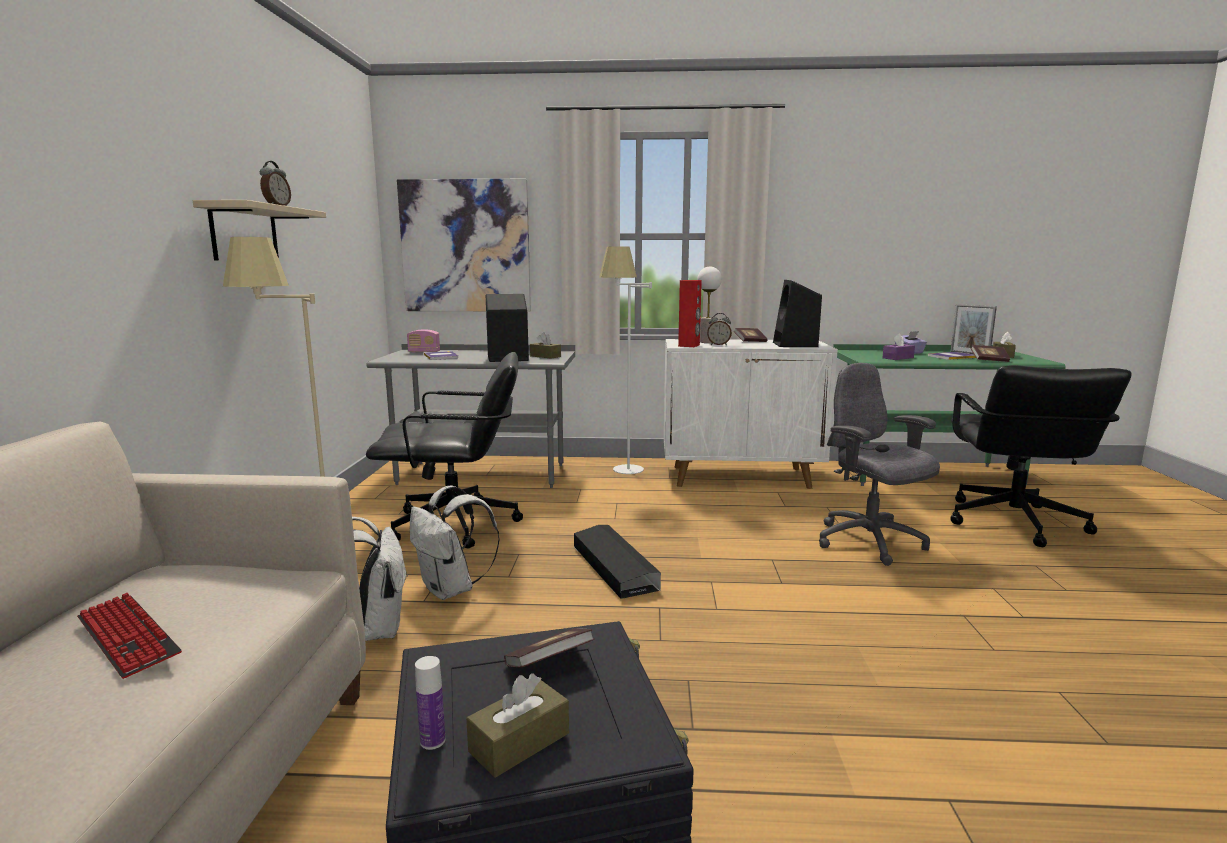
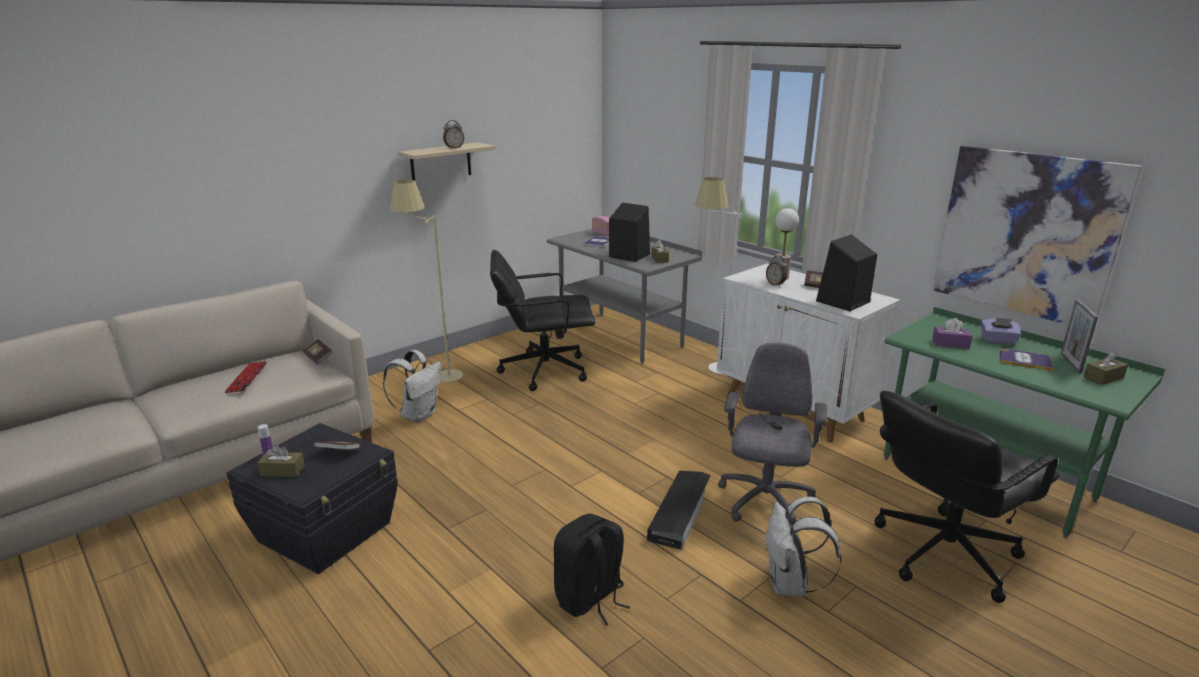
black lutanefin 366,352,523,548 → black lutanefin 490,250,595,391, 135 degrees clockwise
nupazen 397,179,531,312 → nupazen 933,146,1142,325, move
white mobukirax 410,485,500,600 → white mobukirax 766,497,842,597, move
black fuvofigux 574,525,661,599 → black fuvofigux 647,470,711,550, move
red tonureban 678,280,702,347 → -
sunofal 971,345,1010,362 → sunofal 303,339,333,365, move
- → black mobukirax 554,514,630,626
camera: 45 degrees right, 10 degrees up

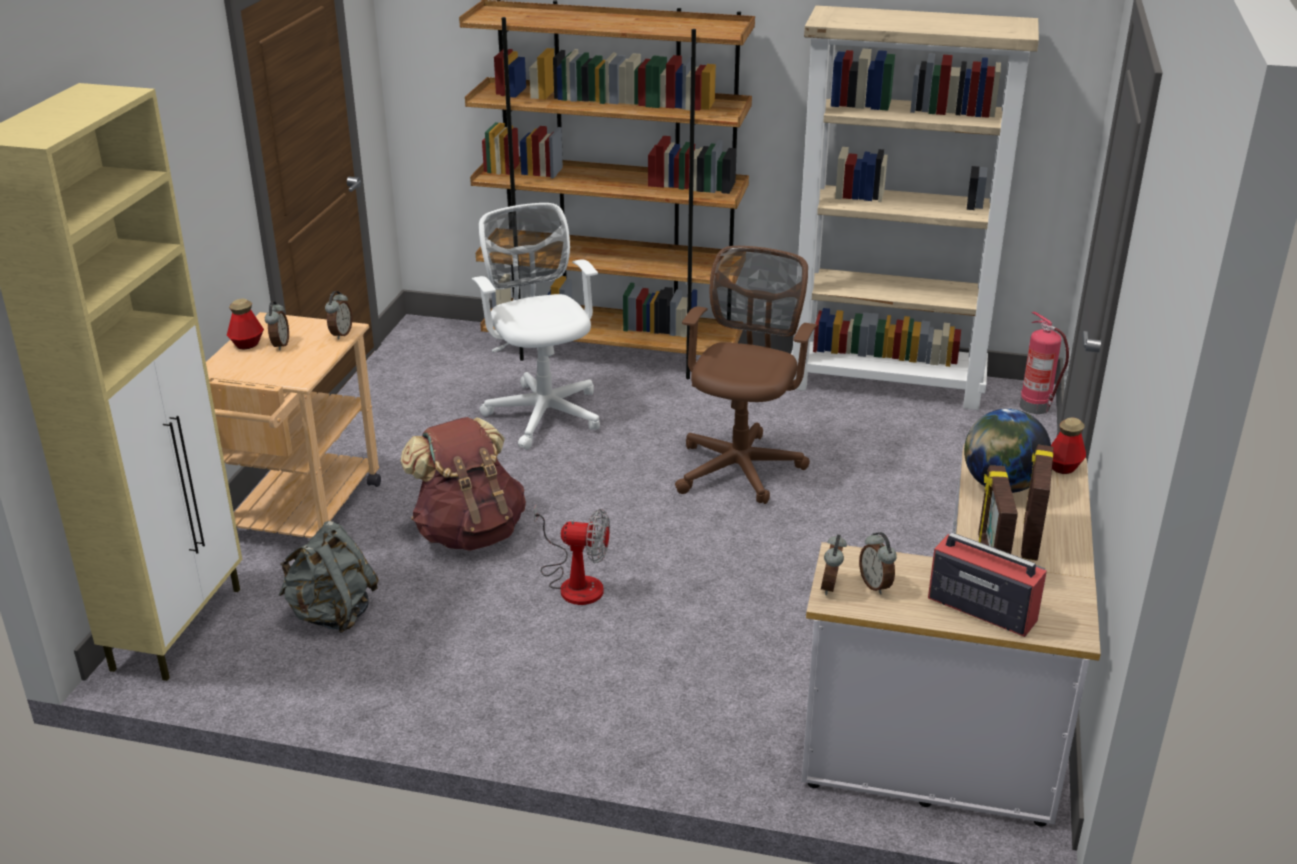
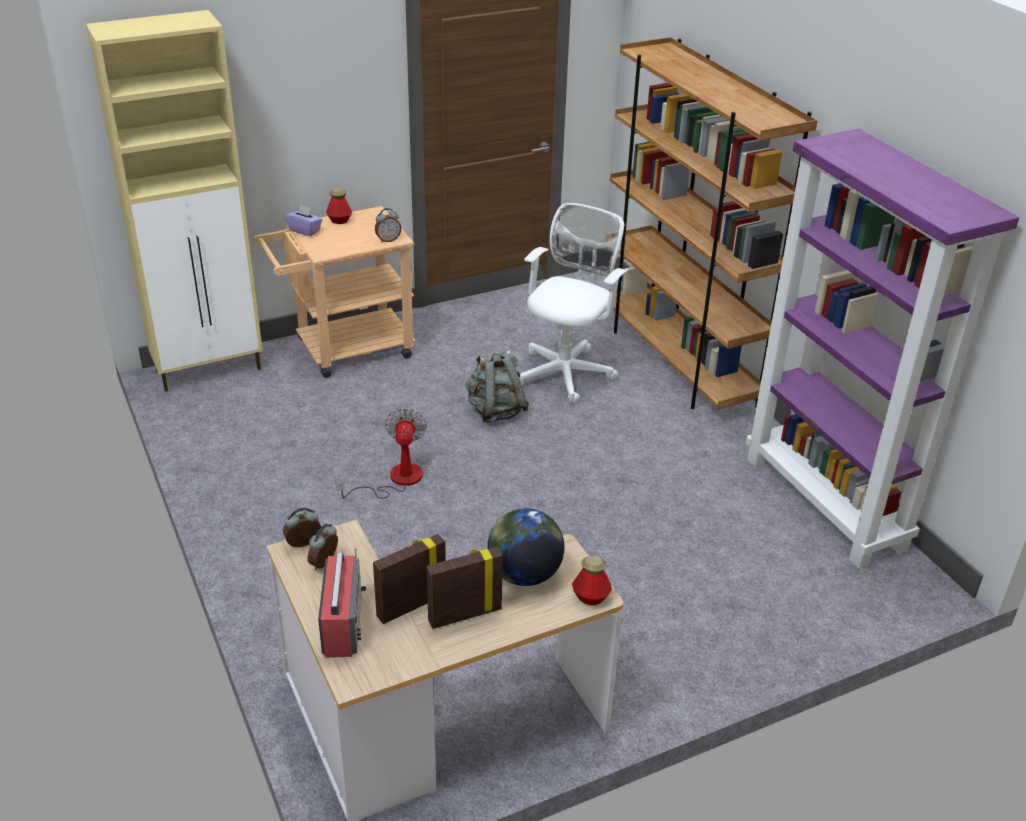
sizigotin 265,301,289,350 → -
grey mobukirax 278,521,379,633 → grey mobukirax 466,350,529,423, move
brown mobukirax 400,417,526,551 → -
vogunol 534,504,610,605 → vogunol 335,408,427,499, 150 degrees counterclockwise
brown lutanefin 675,246,817,504 → -
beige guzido 791,5,1039,410 → purple guzido 746,129,1019,568
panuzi 1020,312,1069,414 → -
- → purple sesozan 285,205,322,236
camera: 50 degrees right, 5 degrees up

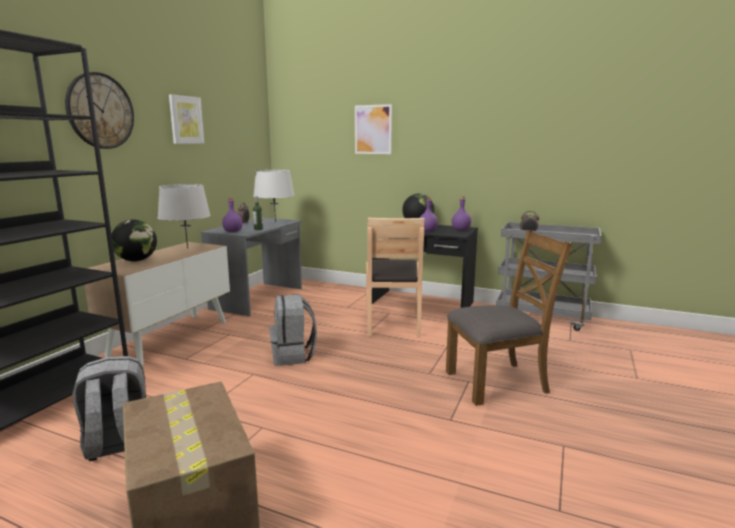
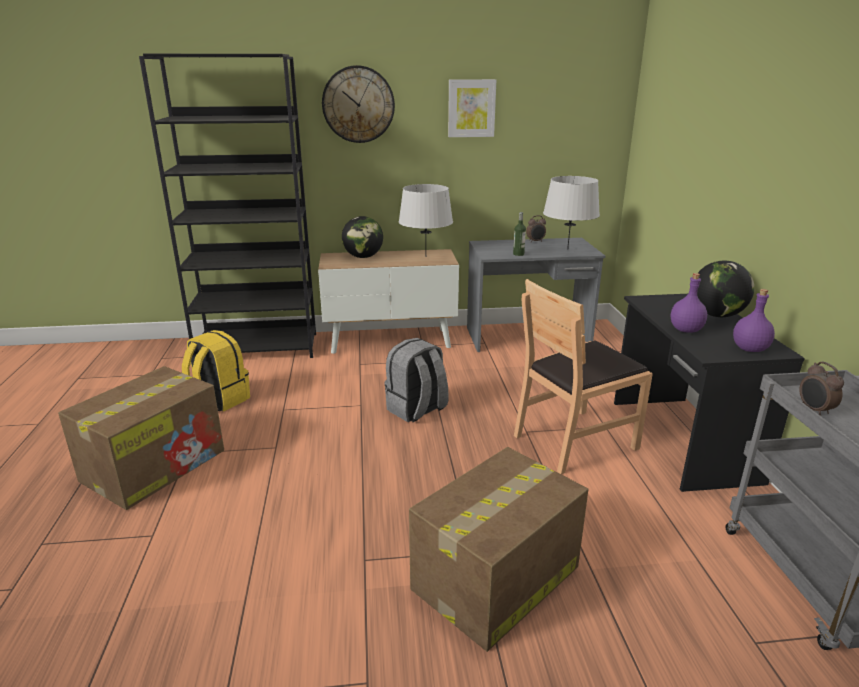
grey mobukirax 73,356,146,461 → yellow mobukirax 182,330,250,411
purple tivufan 222,198,243,232 → -
nupazen 355,104,392,154 → -
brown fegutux 446,230,572,406 → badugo 409,447,588,652
camera: 60 degrees right, 10 degrees up

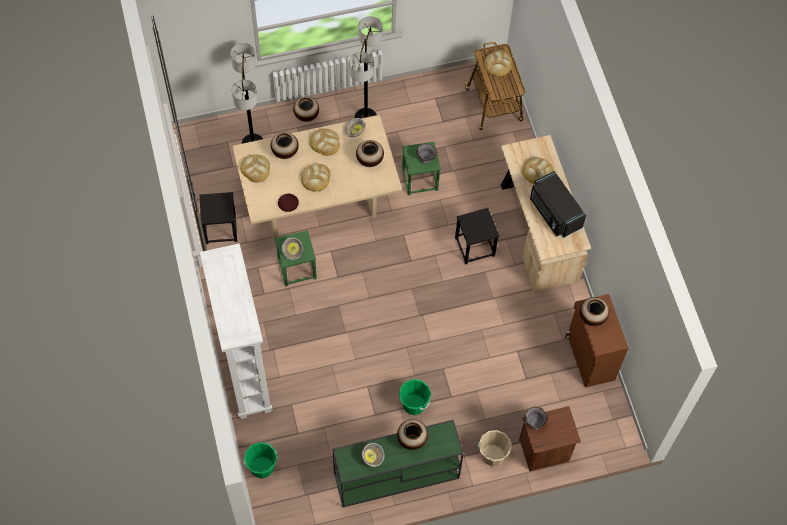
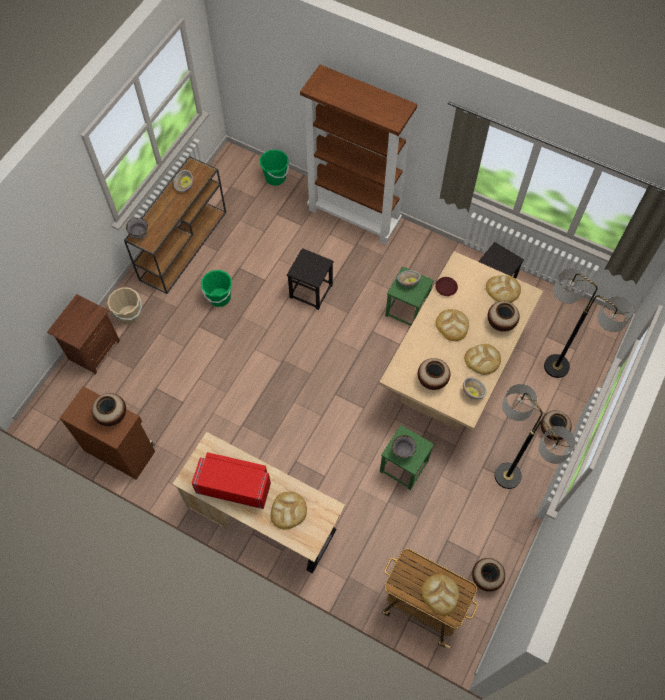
white guzido 200,243,272,419 → brown guzido 300,65,417,245
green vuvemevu 332,420,463,507 → brown vuvemevu 124,156,226,294
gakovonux 397,419,428,450 → gakovonux 472,558,505,592, move
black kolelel 455,208,499,264 → black kolelel 287,248,333,310, move
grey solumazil 525,406,547,430 → grey solumazil 126,218,148,239, move
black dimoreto 530,171,586,238 → red dimoreto 192,452,271,509
camera: 135 degrees right, 0 degrees up

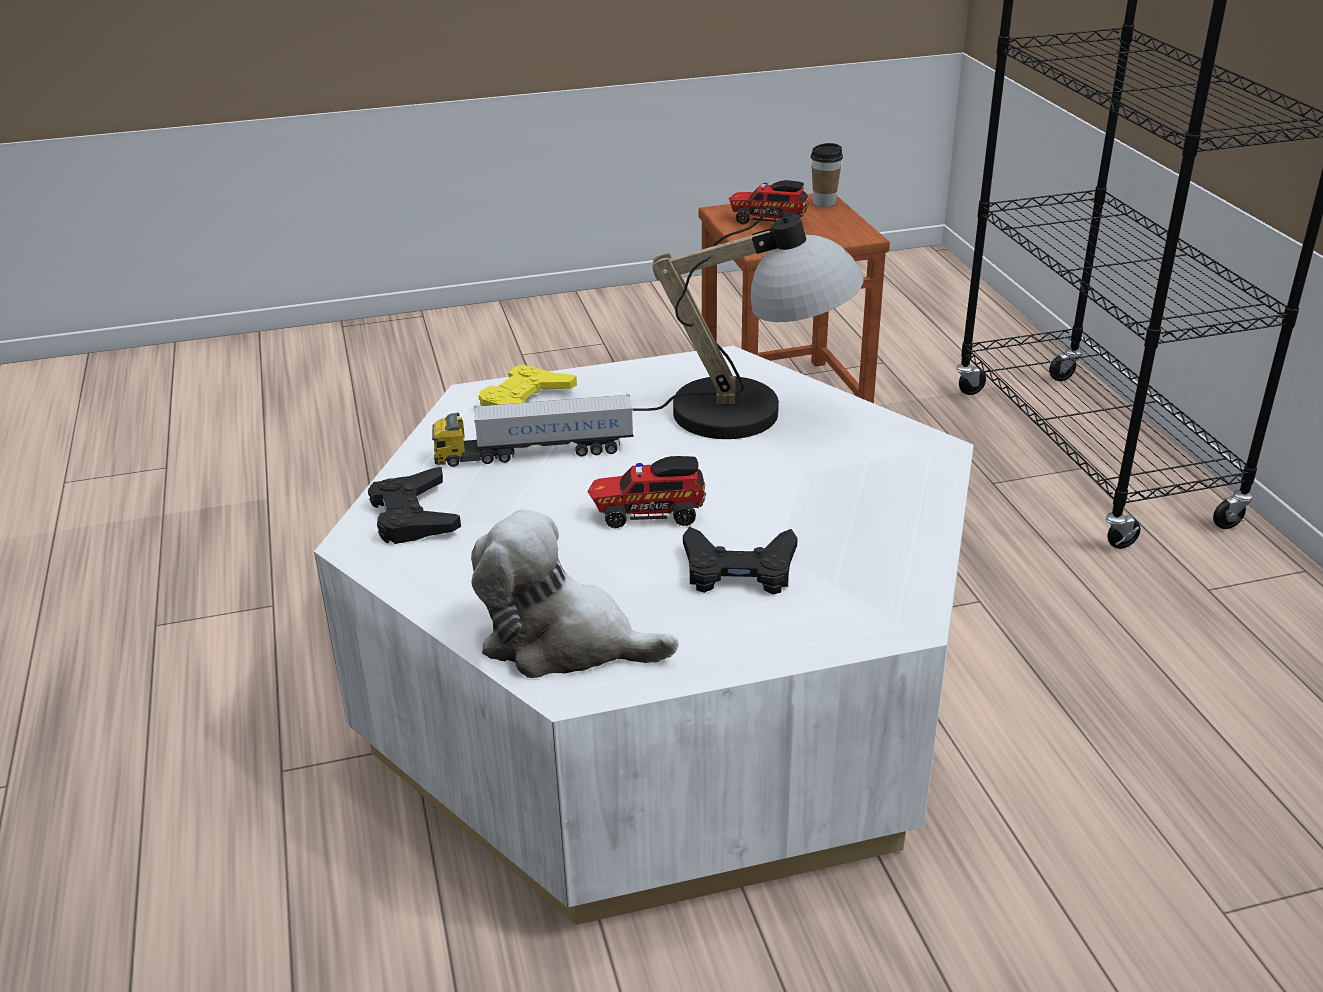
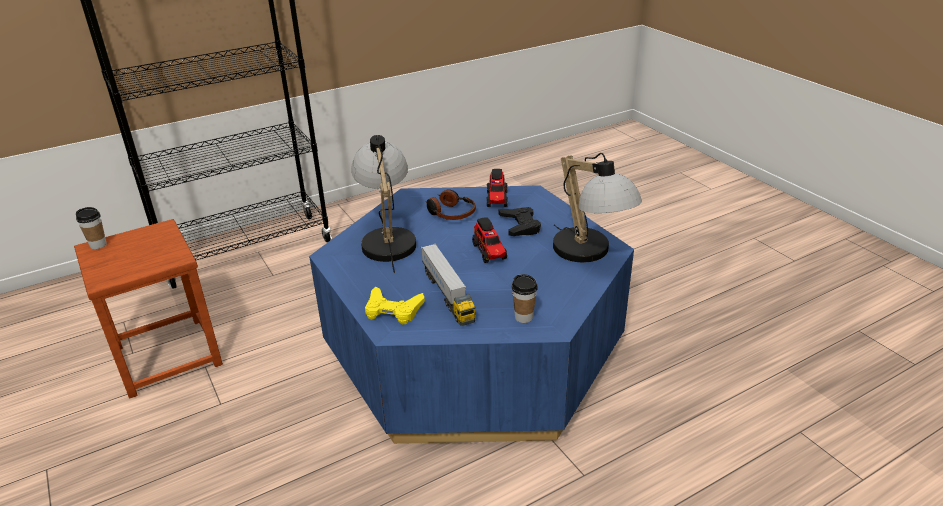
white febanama 314,346,974,925 → blue febanama 309,185,634,444
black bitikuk 368,467,461,544 → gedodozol 512,274,538,323
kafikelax 471,510,679,678 → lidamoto 553,153,642,262
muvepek 729,180,809,225 → muvepek 487,169,508,207, move
- → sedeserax 426,189,476,220
camera: 105 degrees left, 0 degrees up

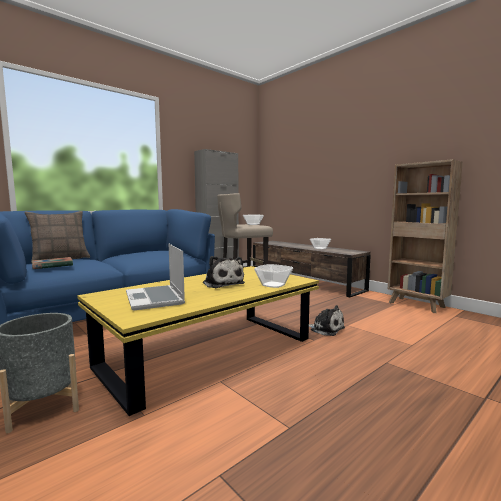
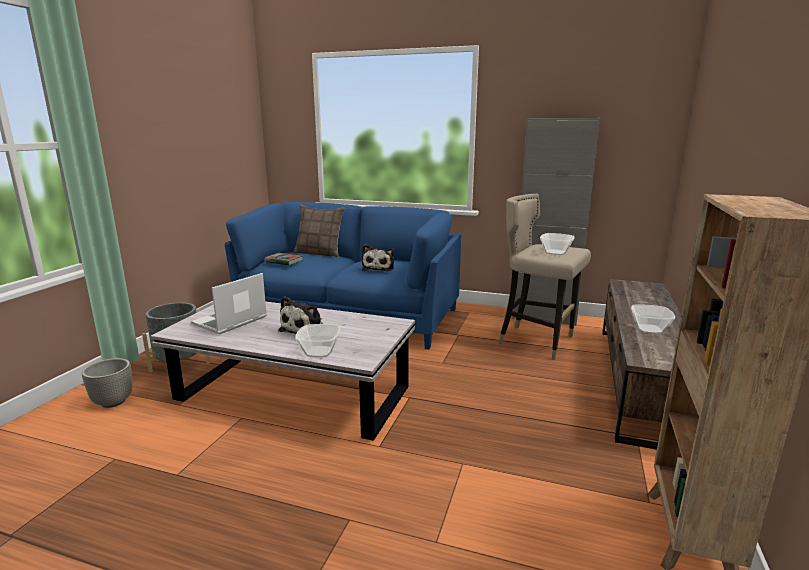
yellow febanama 77,266,319,416 → white febanama 150,302,415,441
kafikelax 309,305,345,336 → kafikelax 362,244,394,271, move
- → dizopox 82,358,133,408
camera: 60 degrees right, 10 degrees up

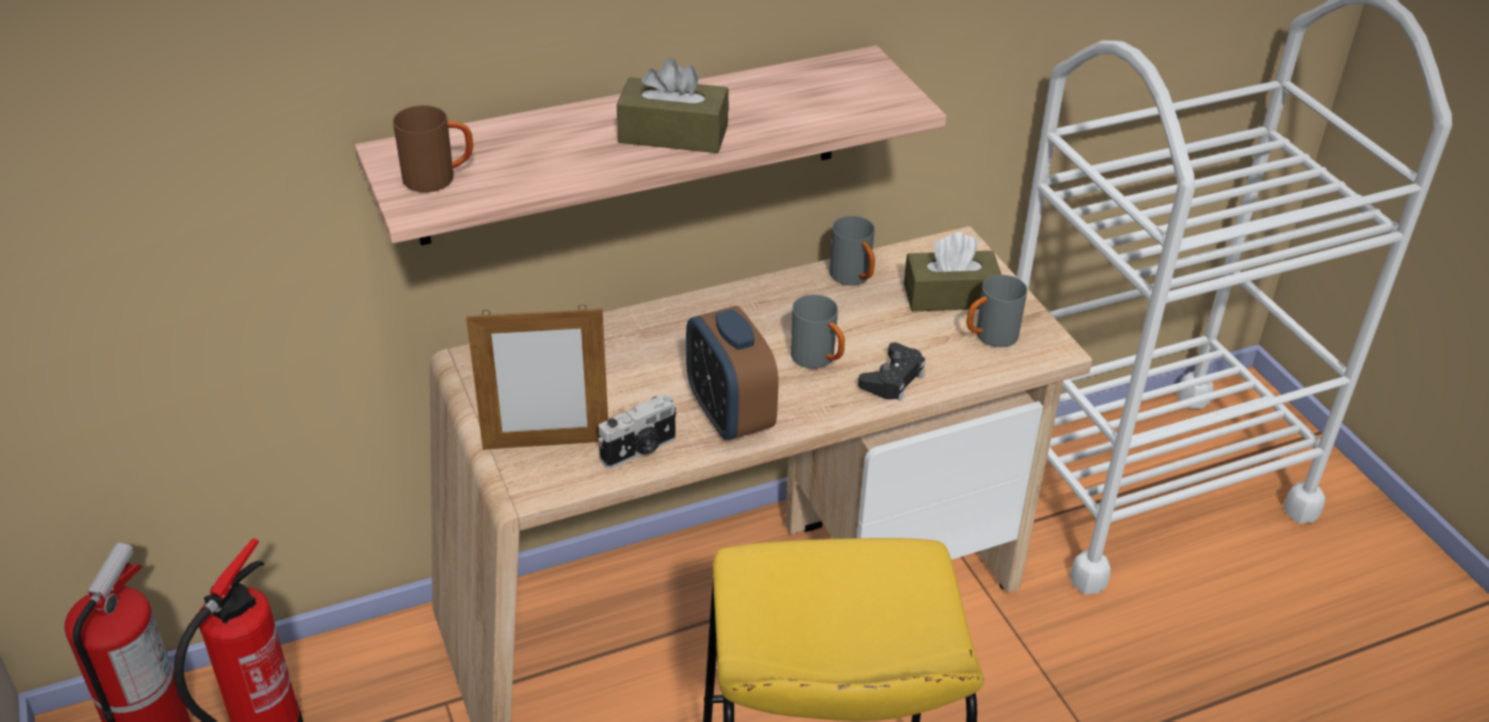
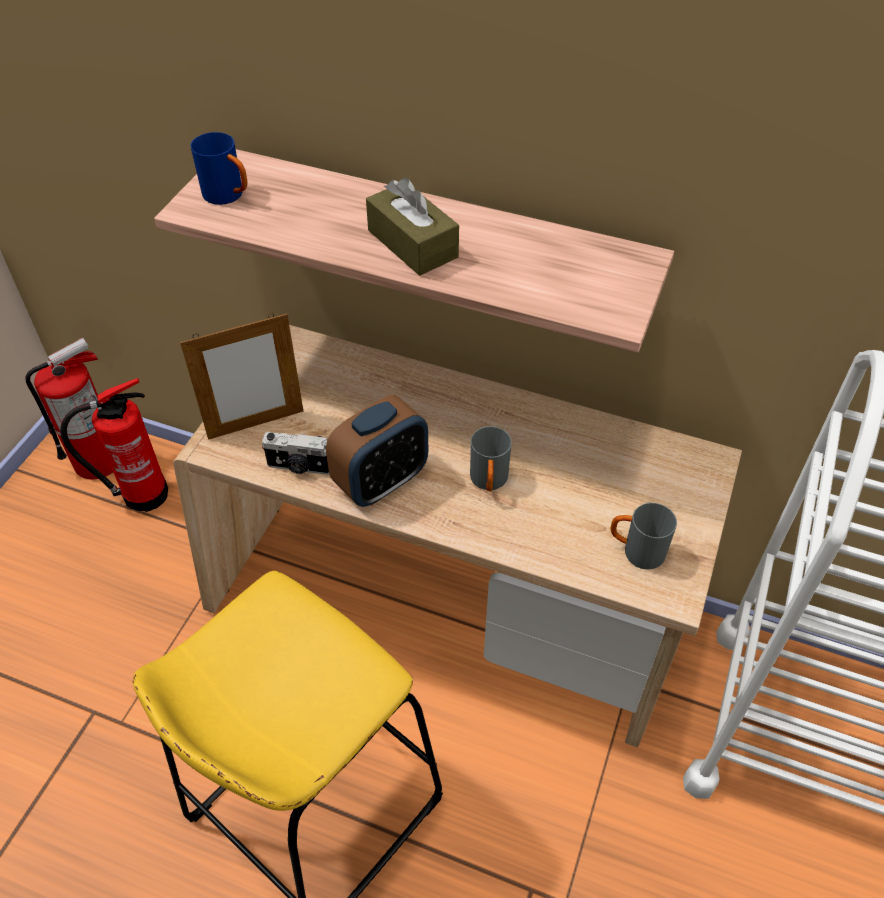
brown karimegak 393,106,473,192 → blue karimegak 190,132,247,205
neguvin 466,304,608,450 → neguvin 180,313,304,440, 60 degrees counterclockwise
sizigotin 686,306,779,440 → sizigotin 326,395,428,507, 150 degrees counterclockwise
grey karimegak 830,216,875,285 → -
black bitikuk 858,342,925,401 → -
brown sesozan 904,232,1002,312 → -
camera: 45 degrees right, 10 degrees up

